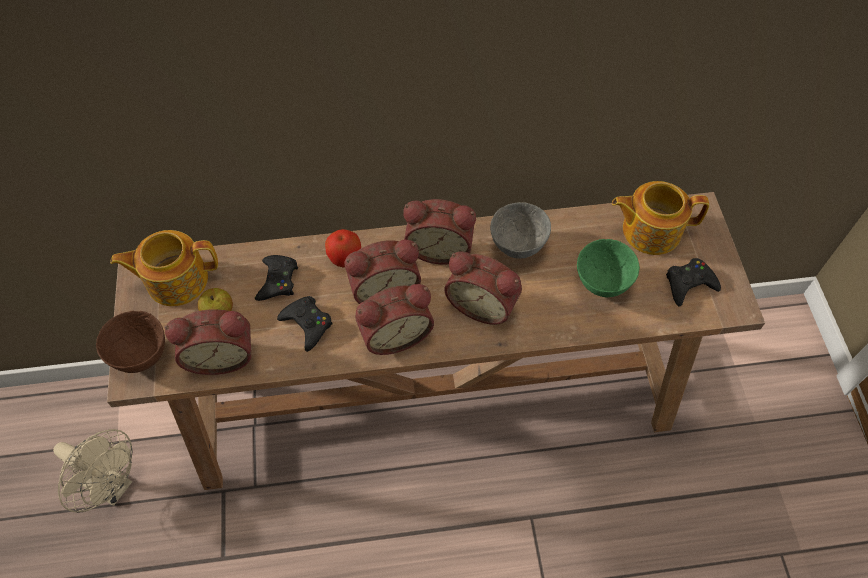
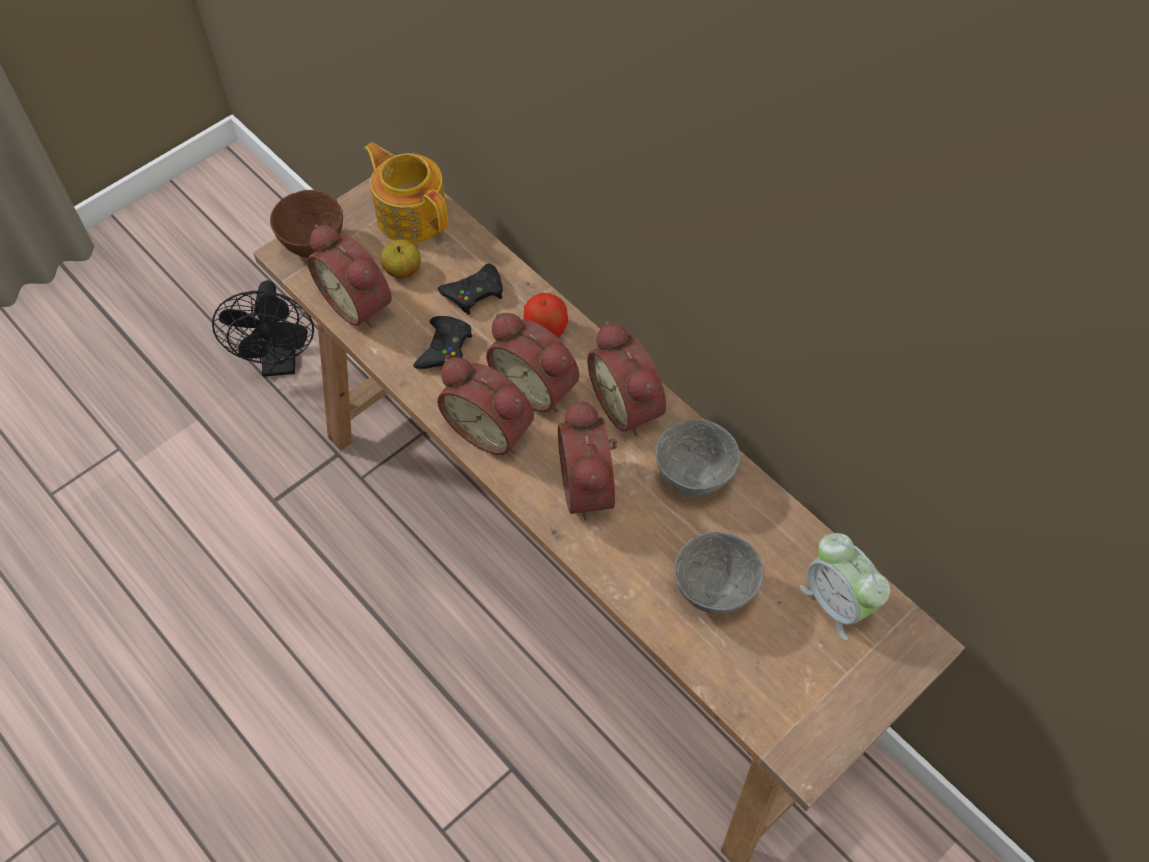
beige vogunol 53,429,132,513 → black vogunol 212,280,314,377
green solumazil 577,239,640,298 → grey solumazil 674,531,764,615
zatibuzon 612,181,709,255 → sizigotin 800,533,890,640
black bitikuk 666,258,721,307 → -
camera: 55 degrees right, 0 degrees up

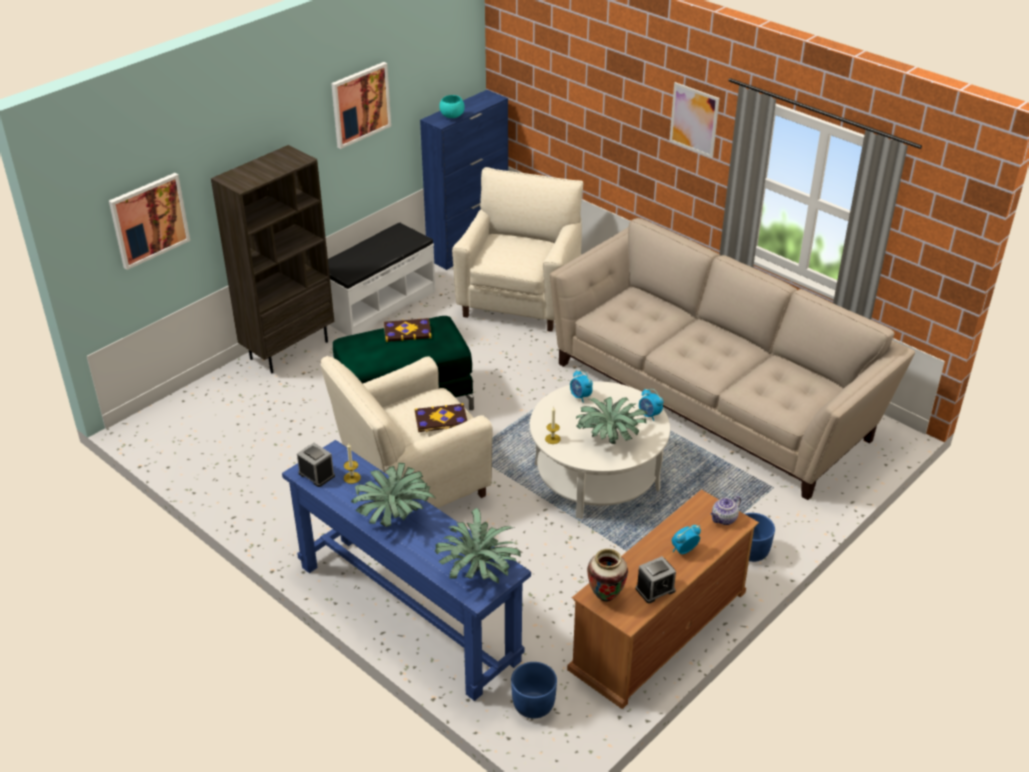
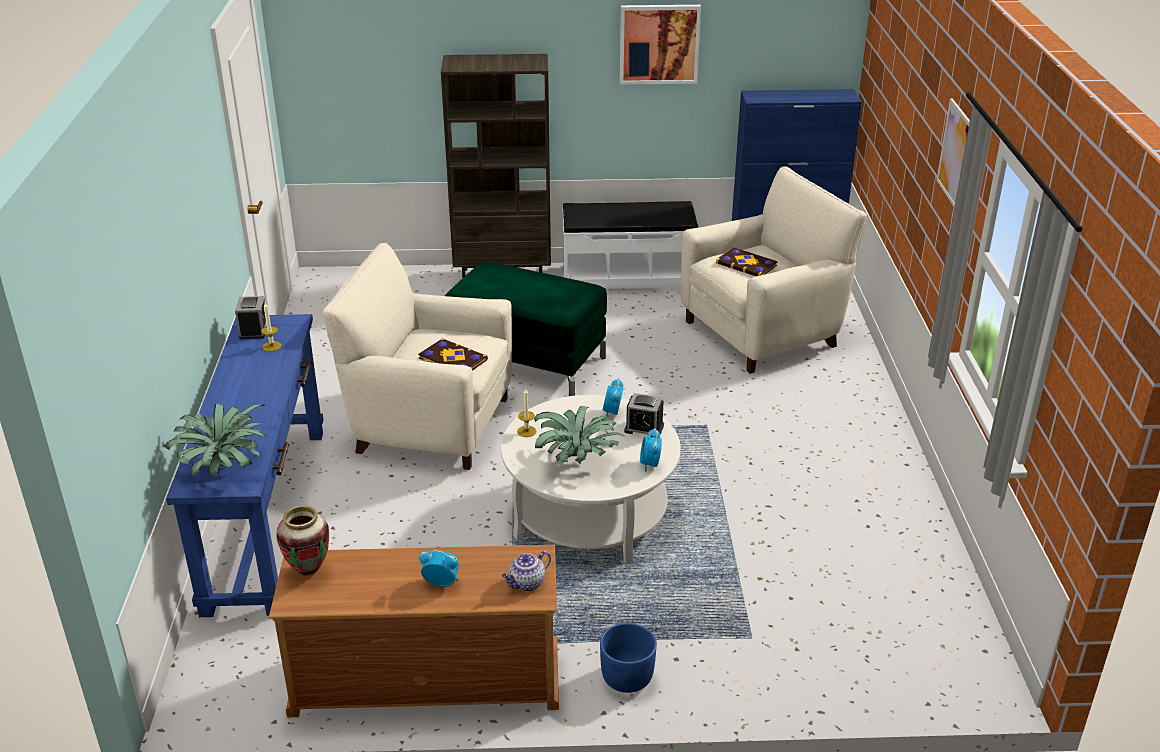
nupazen 109,173,190,270 → -
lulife 351,463,436,527 → -
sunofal 384,318,432,342 → sunofal 716,247,778,276, move
turquoise solumazil 439,95,465,118 → -
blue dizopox 511,662,557,719 → -
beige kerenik 550,218,915,500 → -
sizigotin 636,556,676,603 → sizigotin 624,393,664,437, move
zatibuzon 711,496,741,525 → zatibuzon 502,551,551,591, 45 degrees counterclockwise
camera: 45 degrees right, 5 degrees down

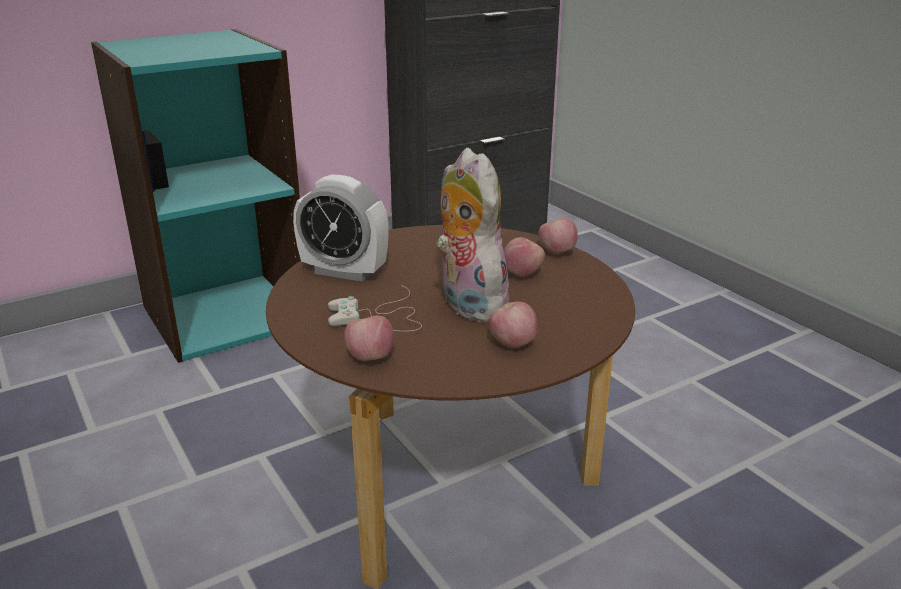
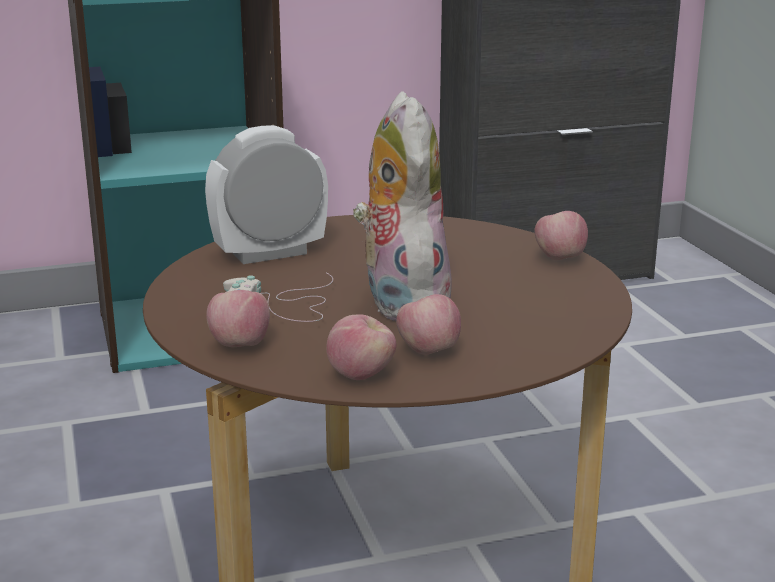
sizigotin 293,174,389,282 → sizigotin 205,125,328,264, 120 degrees clockwise
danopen 504,237,545,277 → danopen 326,314,396,380, move
camera: 15 degrees right, 5 degrees down

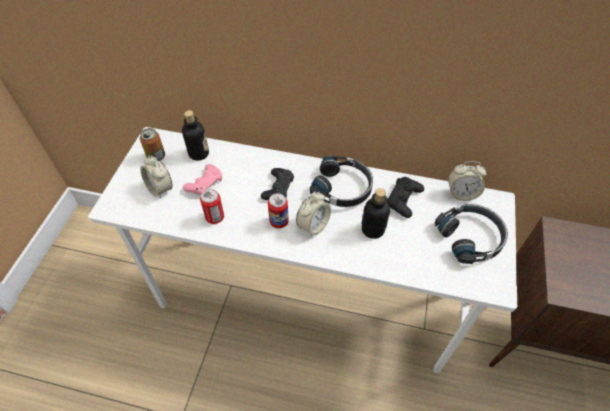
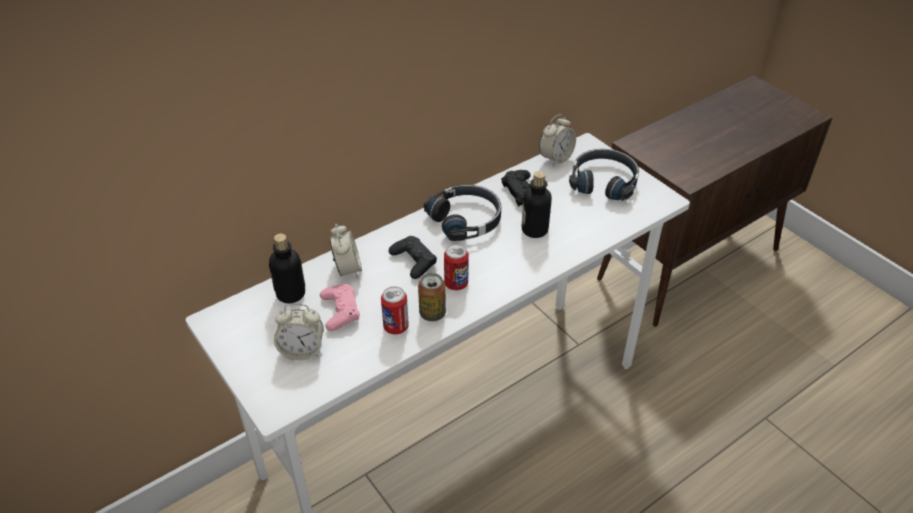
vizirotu 140,128,165,161 → vizirotu 418,273,446,321, move
sizigotin 296,191,331,237 → sizigotin 330,224,362,278, move
camera: 50 degrees left, 10 degrees down

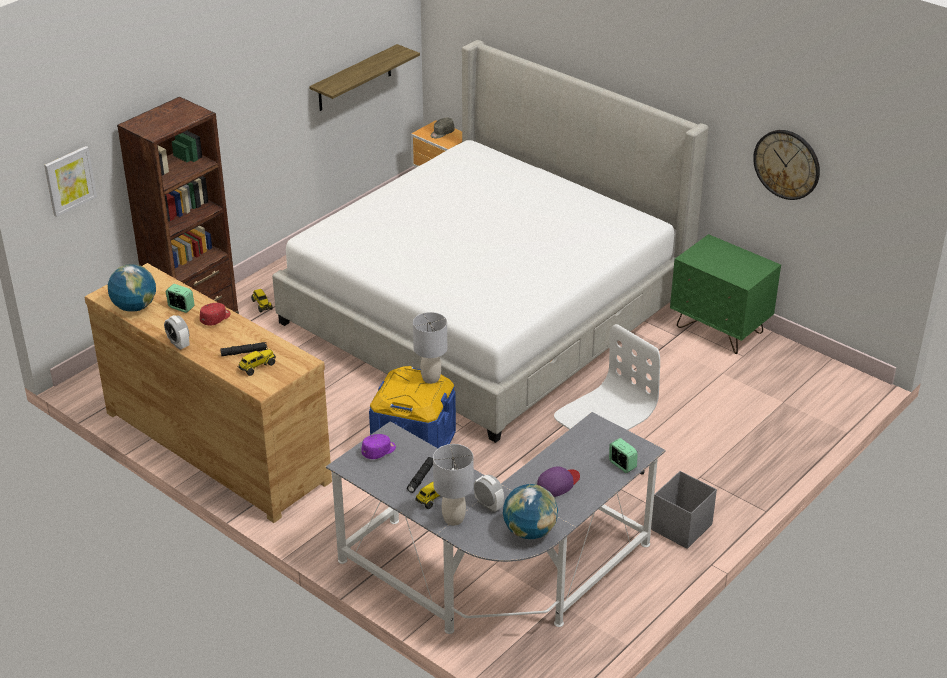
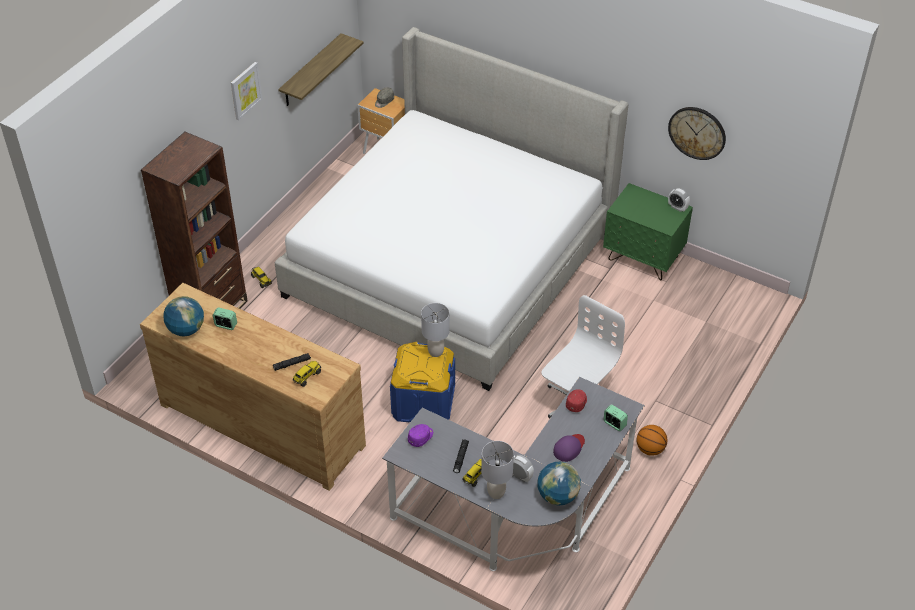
nupazen 44,146,97,217 → nupazen 231,62,262,120, move
sizigotin 164,315,189,350 → sizigotin 668,188,690,212, move
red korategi 200,303,230,325 → red korategi 566,389,587,412, move
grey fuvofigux 651,471,717,549 → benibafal 637,425,667,456
camera: 10 degrees left, 10 degrees up

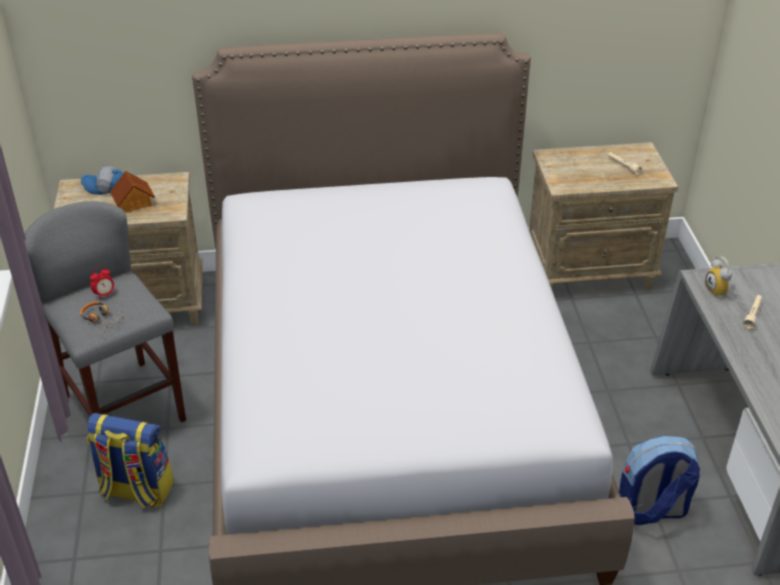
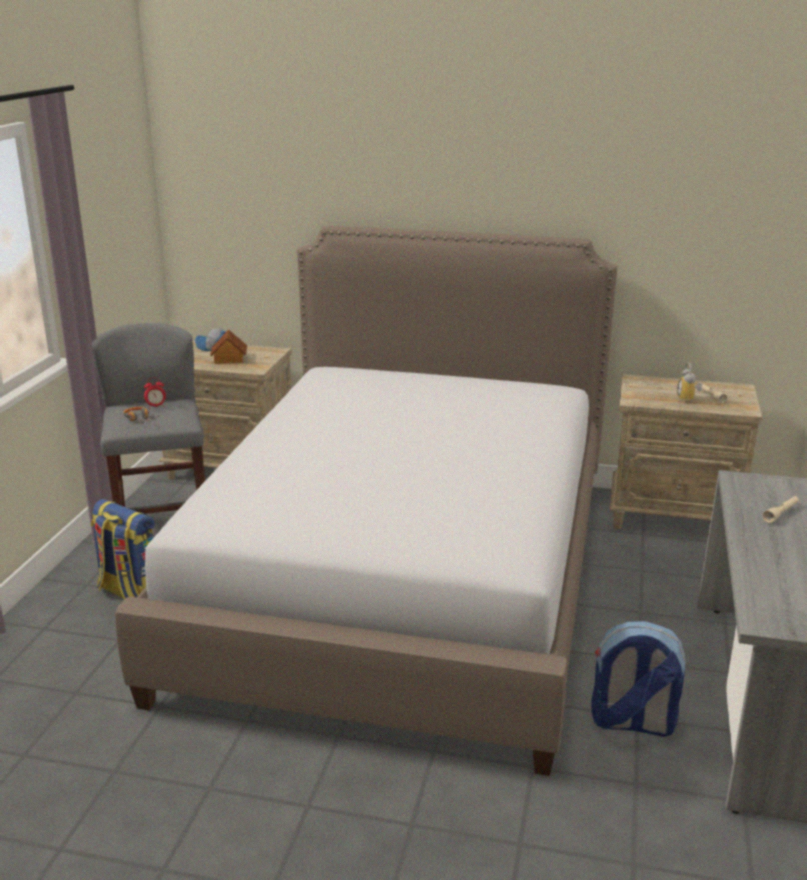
sizigotin 705,256,733,297 → sizigotin 677,363,702,404, move
camera: 20 degrees right, 15 degrees down

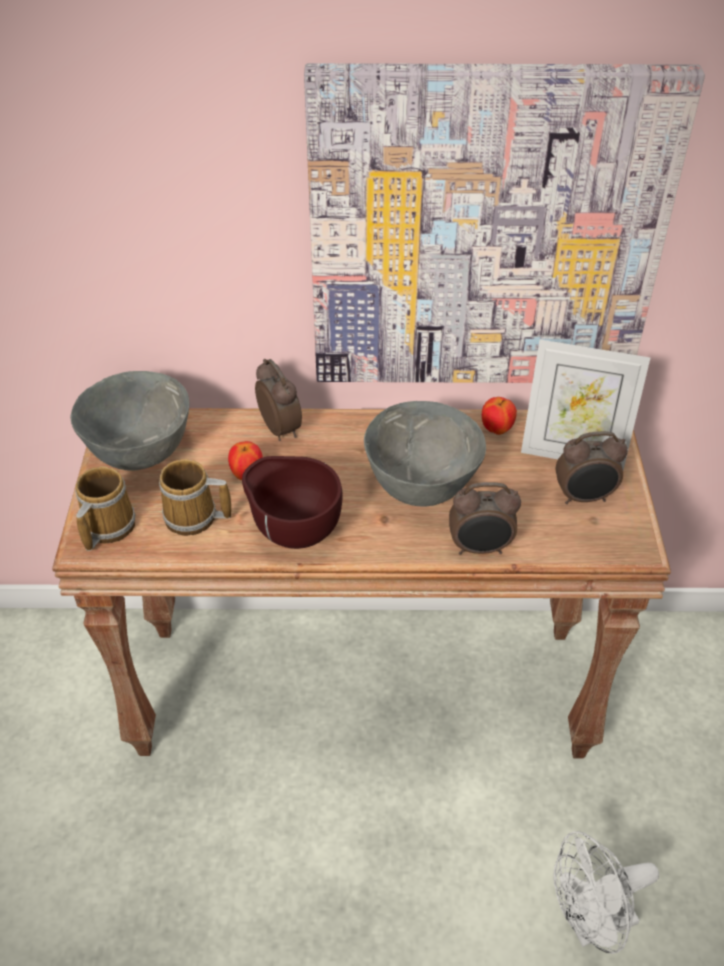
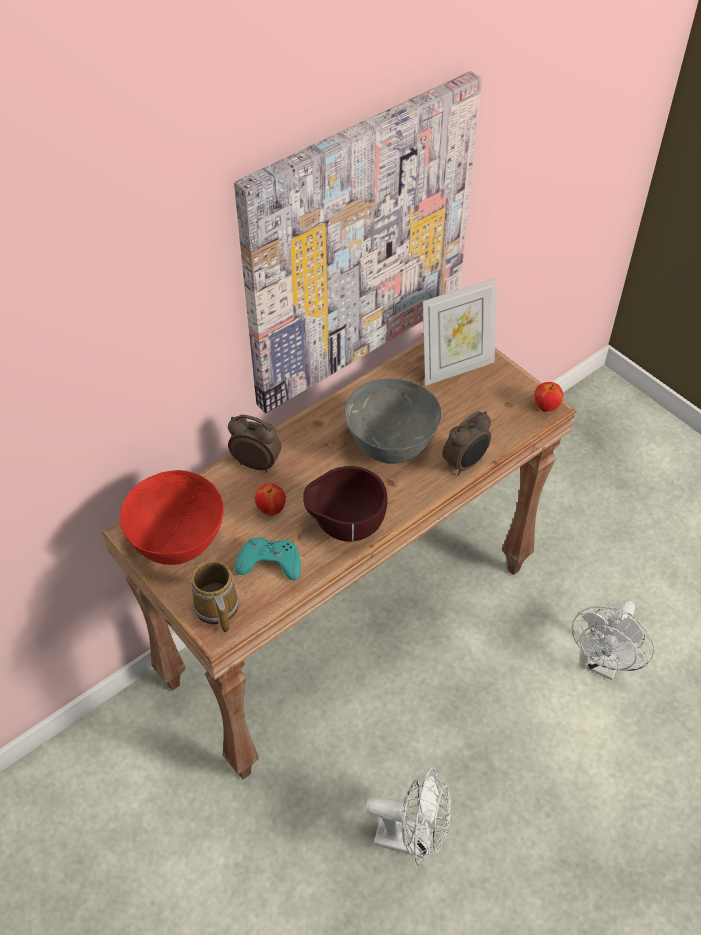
grey solumazil 70,371,189,470 → red solumazil 120,470,224,565
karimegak 159,459,231,536 → turquoise bitikuk 235,537,301,580
danopen 482,397,517,435 → danopen 534,382,563,412, move
sizigotin 556,431,628,504 → -
- → white vogunol 366,767,451,866
camera: 40 degrees left, 5 degrees up

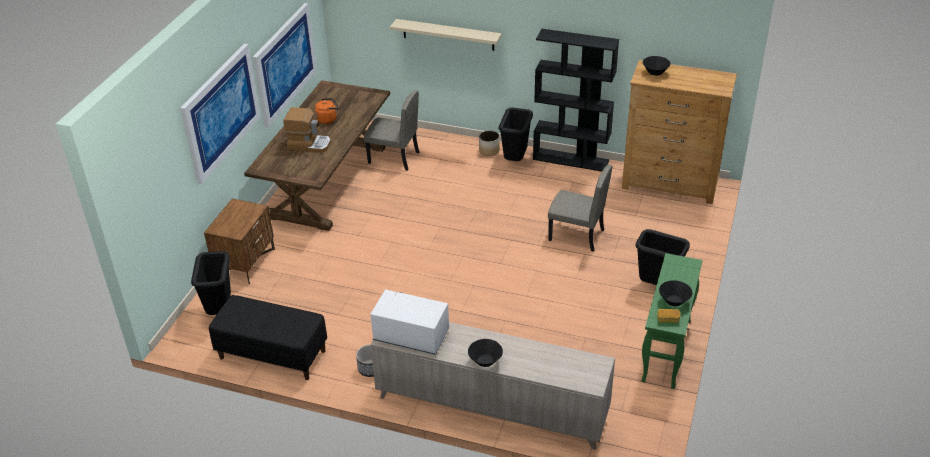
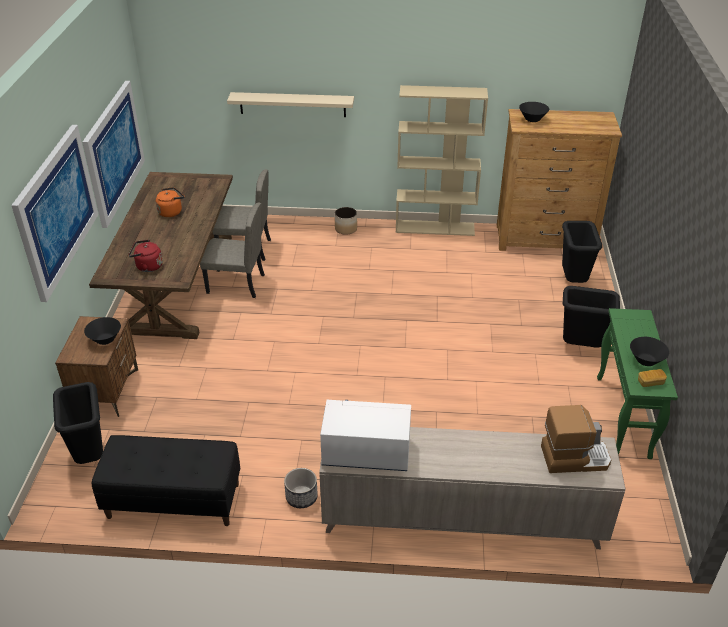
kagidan 283,107,331,153 → kagidan 541,405,611,473, move
black solumazil 468,339,503,367 → black solumazil 84,317,121,345, move
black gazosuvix 499,107,533,161 → black gazosuvix 562,221,602,283, move
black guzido 533,29,619,172 → beige guzido 396,85,488,236
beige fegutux 548,164,613,252 → beige fegutux 200,202,265,298, move
- → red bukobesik 129,240,163,272
camera: 15 degrees left, 0 degrees up

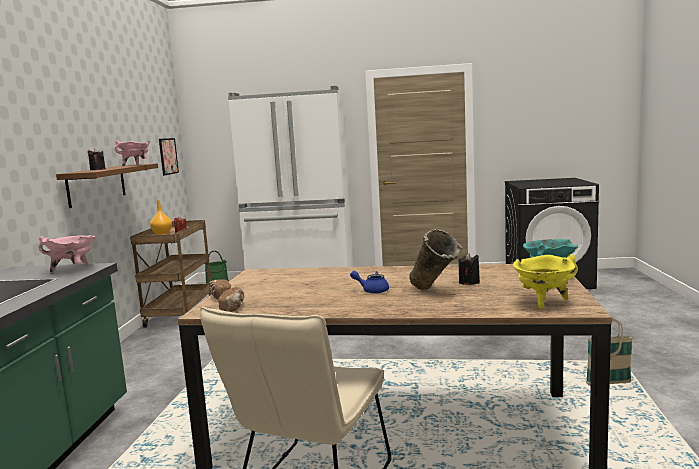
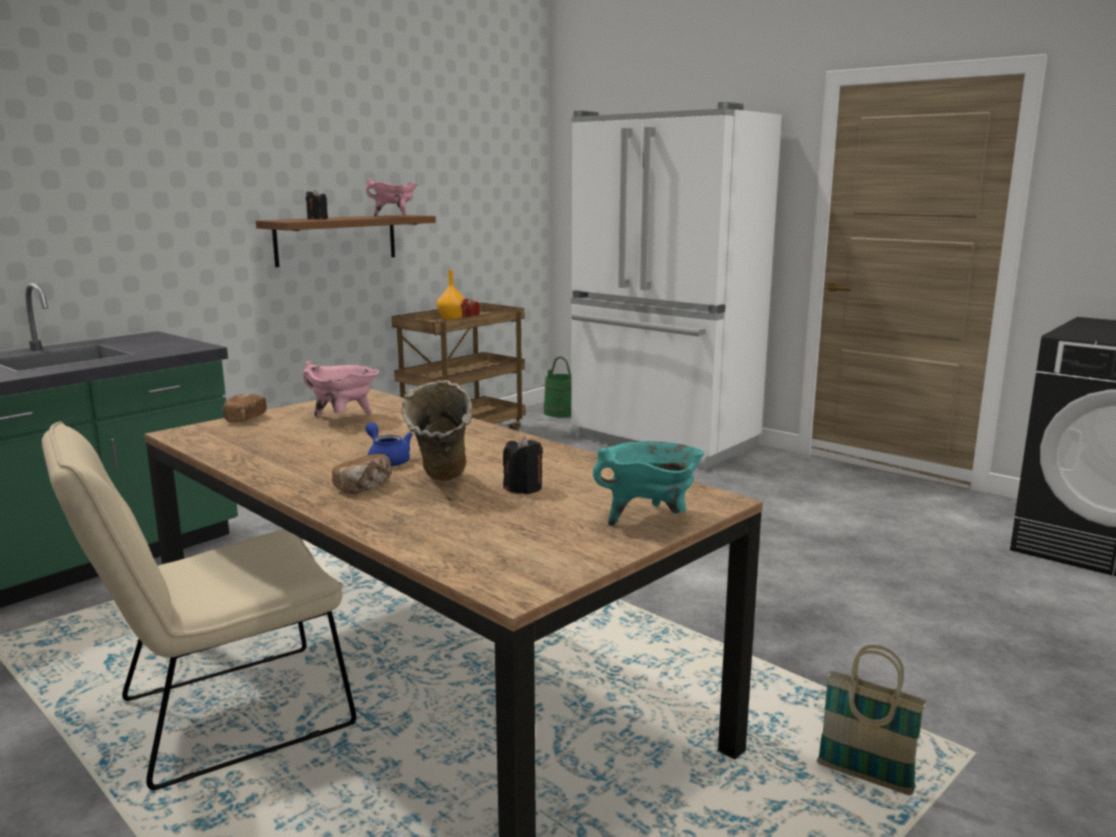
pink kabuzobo 38,235,96,273 → pink kabuzobo 303,361,379,417, move
nupazen 159,138,179,176 → -
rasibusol 218,287,245,312 → rasibusol 332,454,392,494, move
yellow kabuzobo 513,254,578,309 → -
camera: 35 degrees right, 5 degrees up

